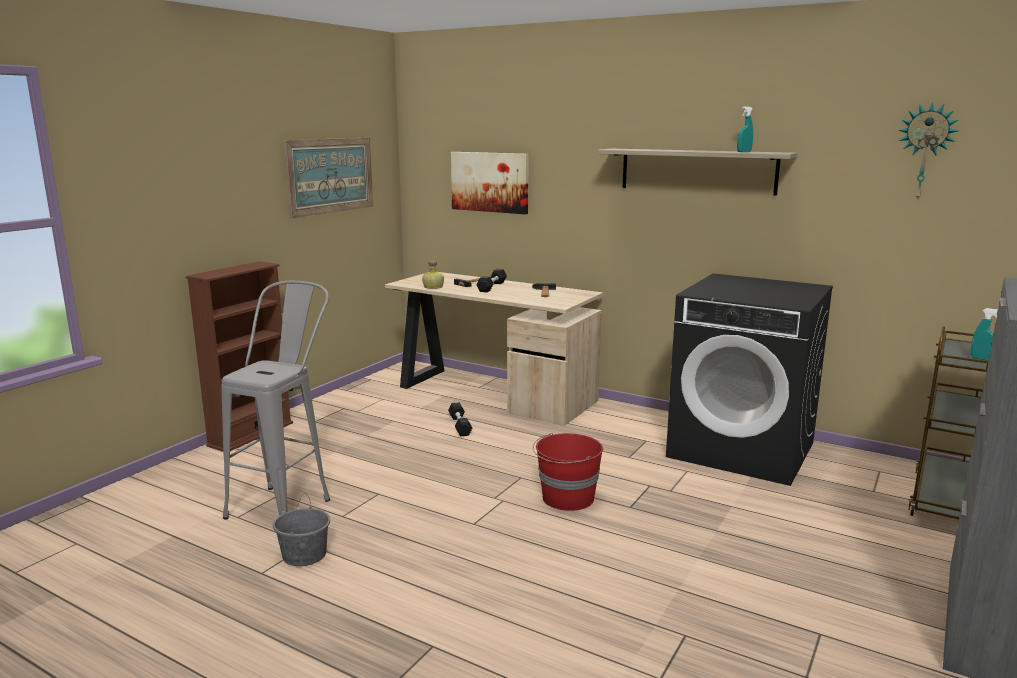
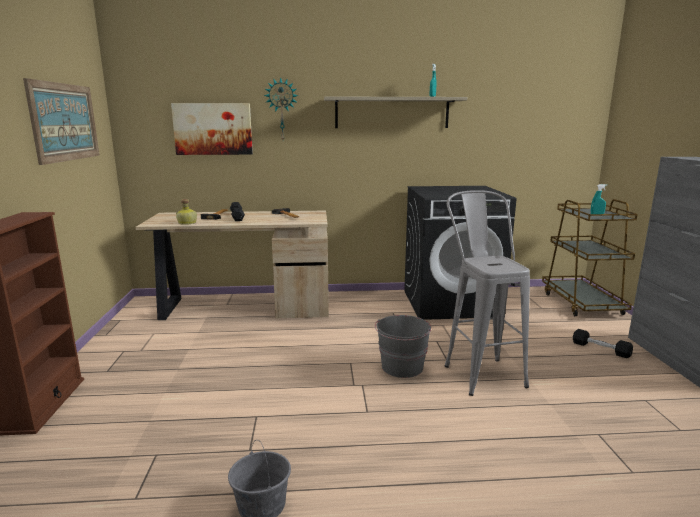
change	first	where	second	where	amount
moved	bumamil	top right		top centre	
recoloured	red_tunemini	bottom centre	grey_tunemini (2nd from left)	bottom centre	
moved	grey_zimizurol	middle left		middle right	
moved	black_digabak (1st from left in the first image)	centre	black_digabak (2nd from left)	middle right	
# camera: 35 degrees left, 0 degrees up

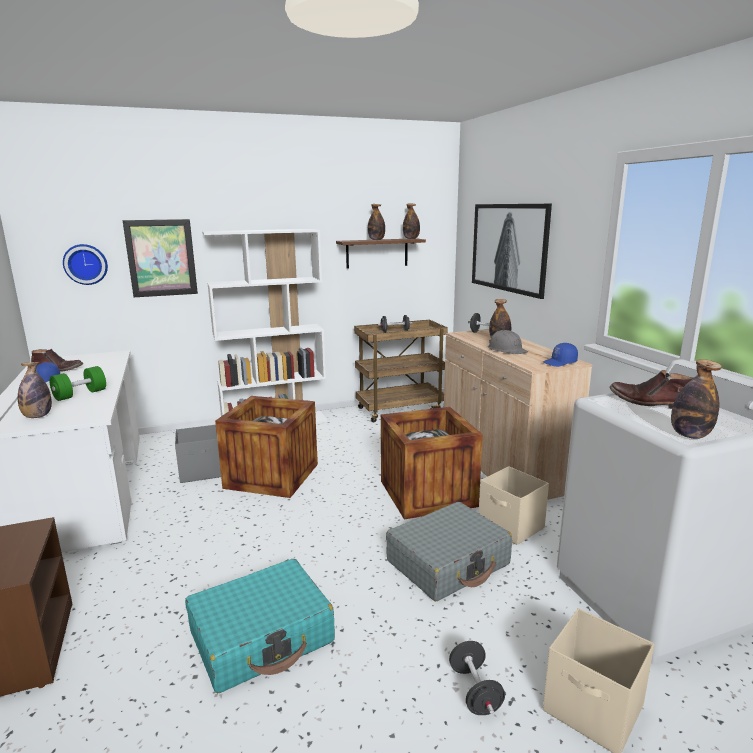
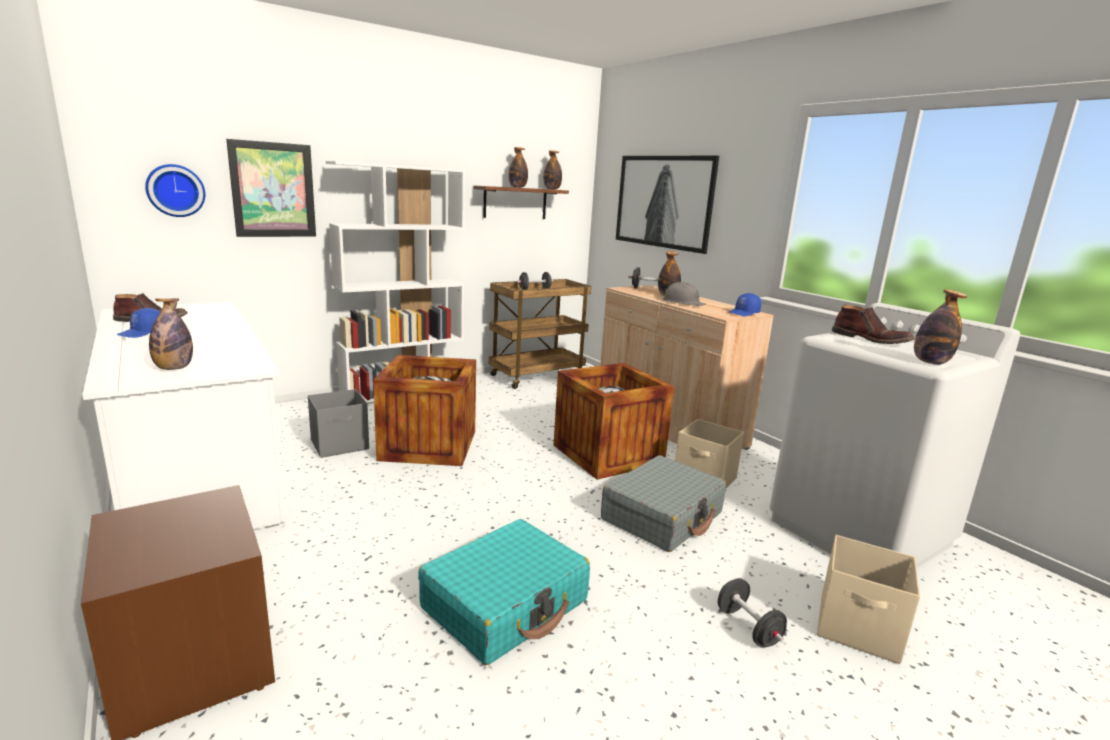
change	first	where	second	where	amount
turned	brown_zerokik (2nd from left)	middle right		middle right	150 degrees counterclockwise
removed	green_digabak	middle left			
# camera: 15 degrees left, 0 degrees up

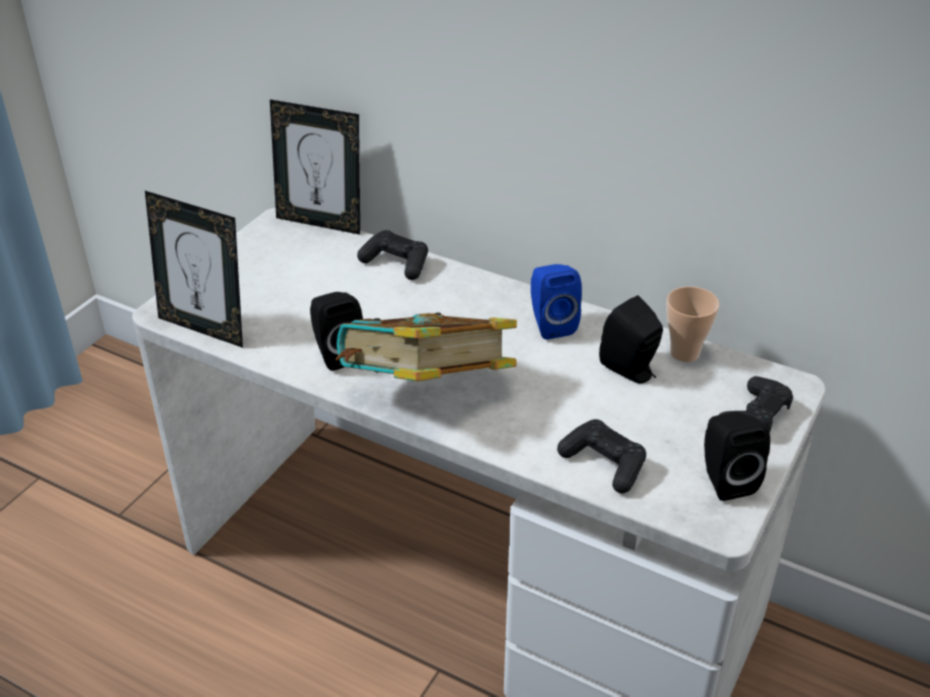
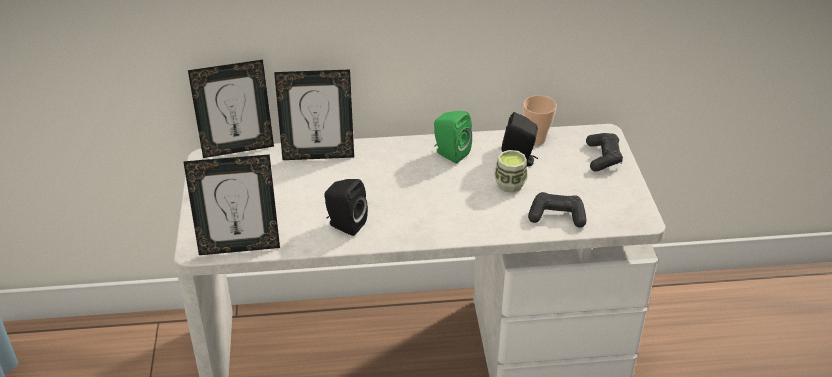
change	first	where	second	where	amount
replaced	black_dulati (1st from left)	centre	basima (3rd from left)	top centre	
recoloured	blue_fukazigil	centre	green_fukazigil	centre	
added			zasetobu (1st from left)	centre	
removed	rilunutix	centre			
removed	black_fukazigil (3rd from left)	middle right			
# camera: 35 degrees left, 0 degrees up

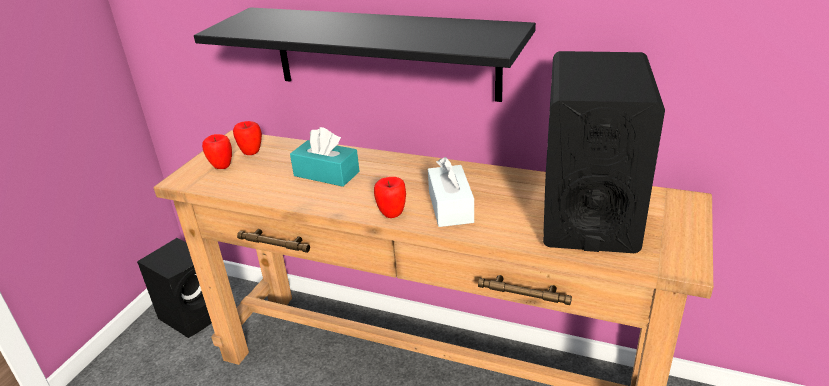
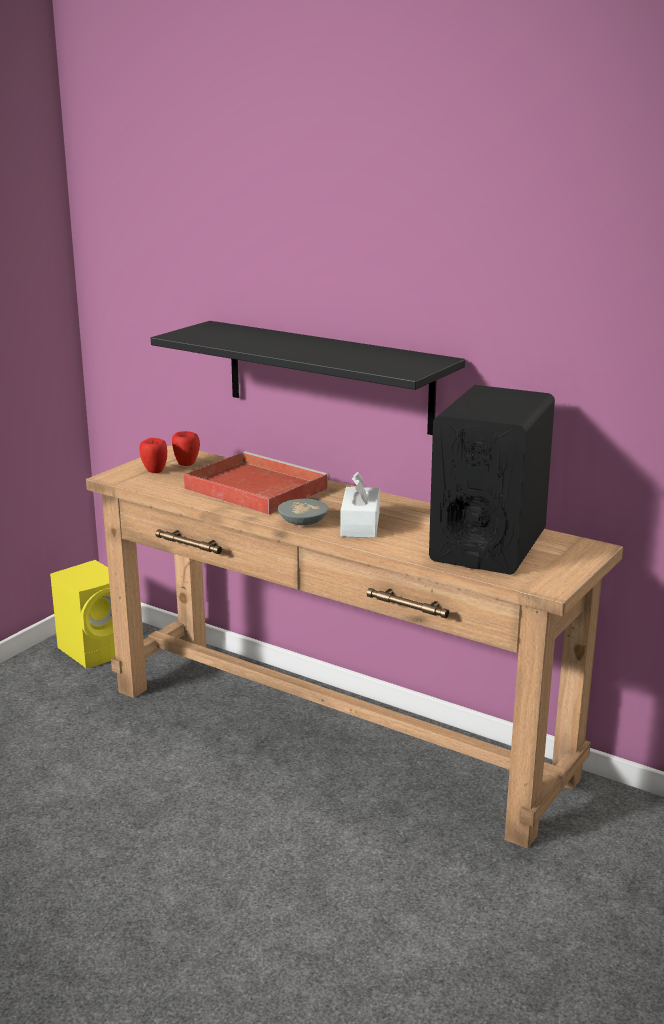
change	first	where	second	where	amount
recoloured	black_fukazigil (1st from left)	bottom left	yellow_fukazigil	middle left	
replaced	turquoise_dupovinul	centre	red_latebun	centre	
replaced	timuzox (3rd from left)	centre	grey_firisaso	centre	
# camera: 10 degrees right, 10 degrees down

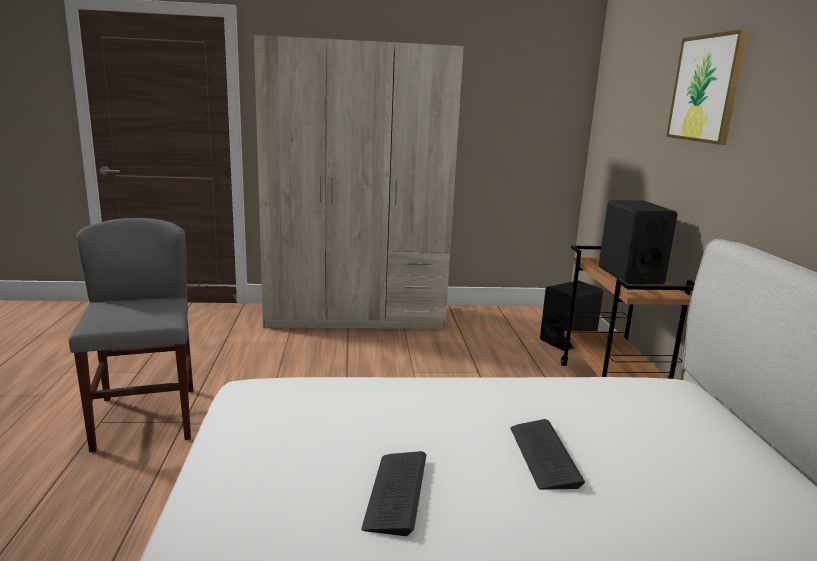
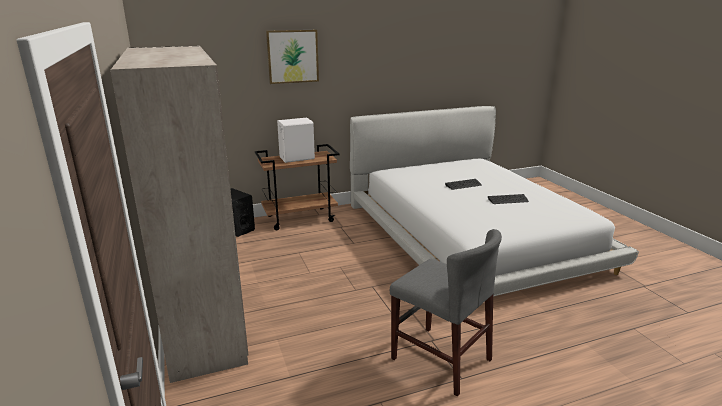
change	first	where	second	where	amount
recoloured	black_fukazigil (2nd from left)	middle right	white_fukazigil	centre	
turned	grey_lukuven	middle left		bottom centre	105 degrees counterclockwise
# camera: 105 degrees left, 5 degrees up

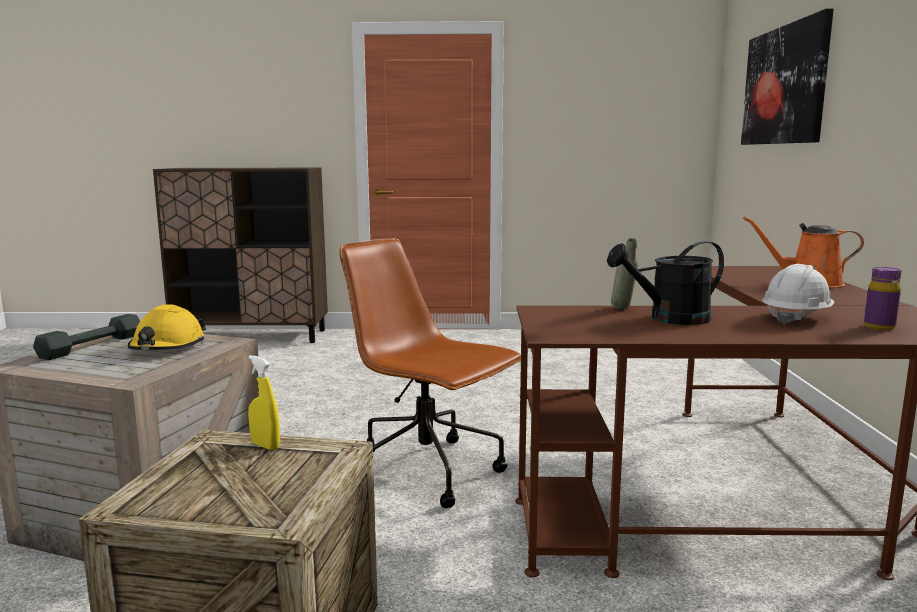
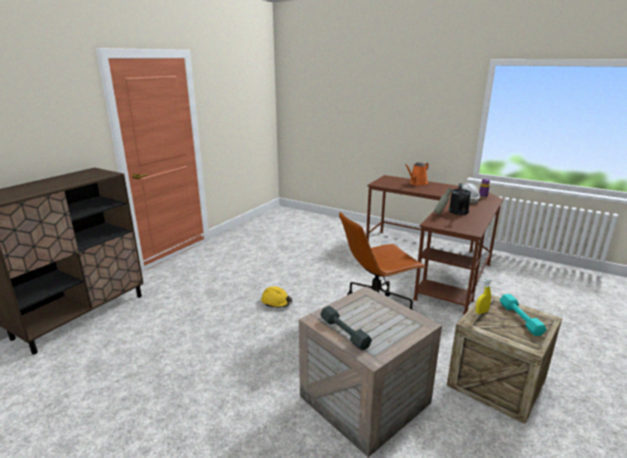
change	first	where	second	where	amount
moved	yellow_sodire	middle left		centre	
added			turquoise_digabak	bottom right	
removed	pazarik	top right			
# camera: 60 degrees left, 10 degrees up

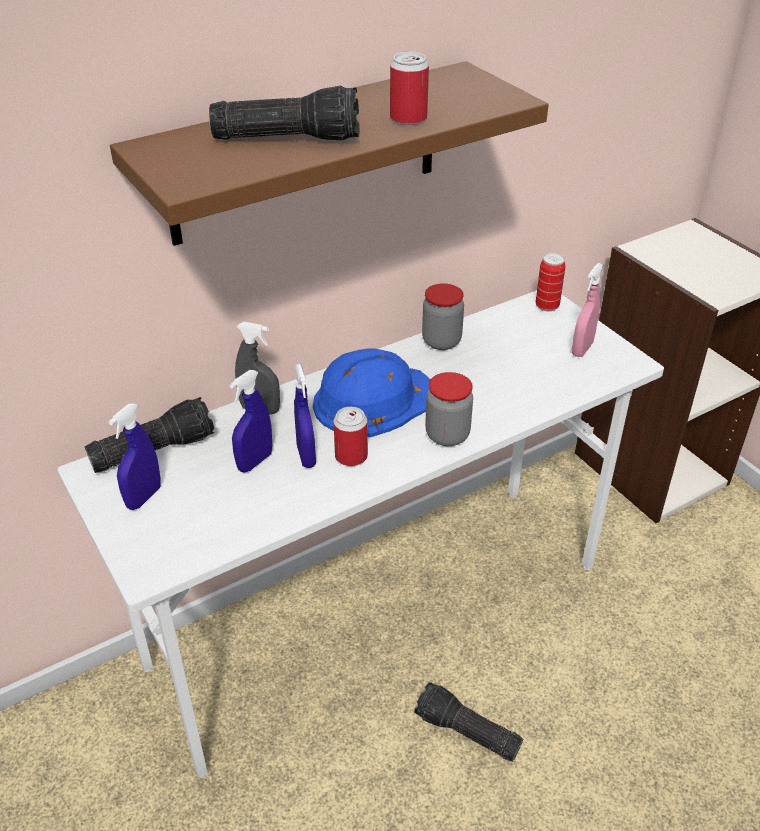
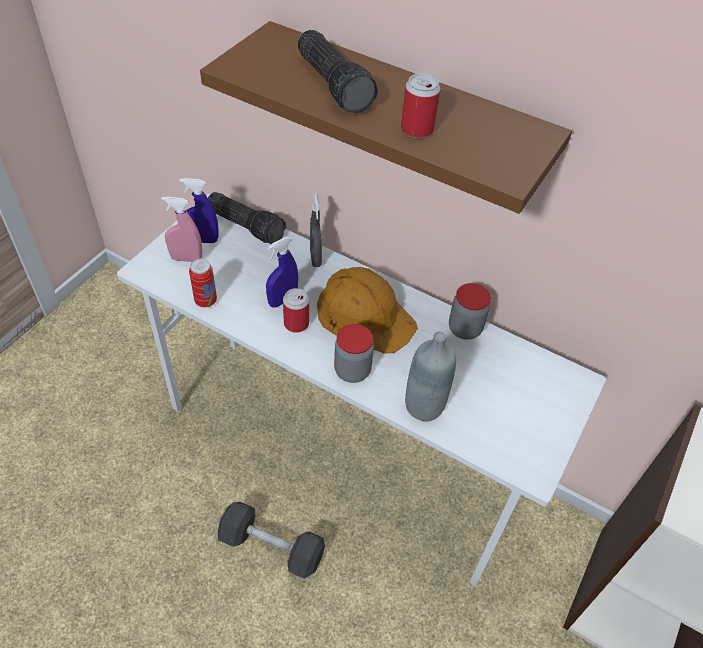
change	first	where	second	where	amount
moved	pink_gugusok	middle right		middle left	
moved	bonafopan (3rd from left in the first image)	middle right	bonafopan (1st from left)	middle left	
replaced	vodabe (3rd from left)	bottom centre	grey_digabak	bottom centre	
recoloured	blue_sodire	centre	orange_sodire	centre	
added			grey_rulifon	centre	
removed	blue_gugusok (2nd from left)	middle left			
# camera: 60 degrees right, 10 degrees up

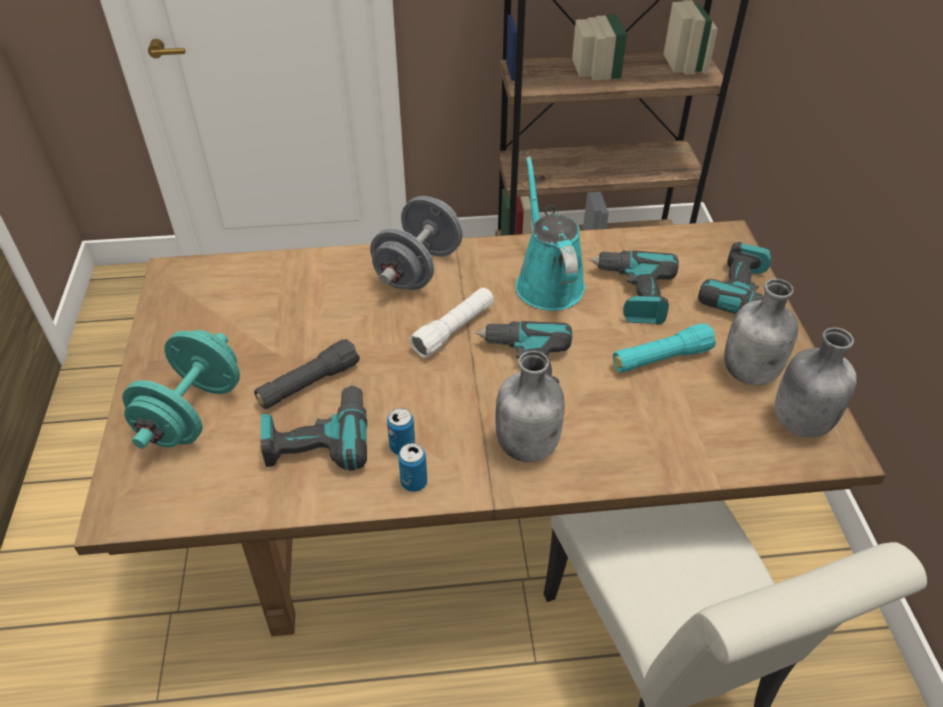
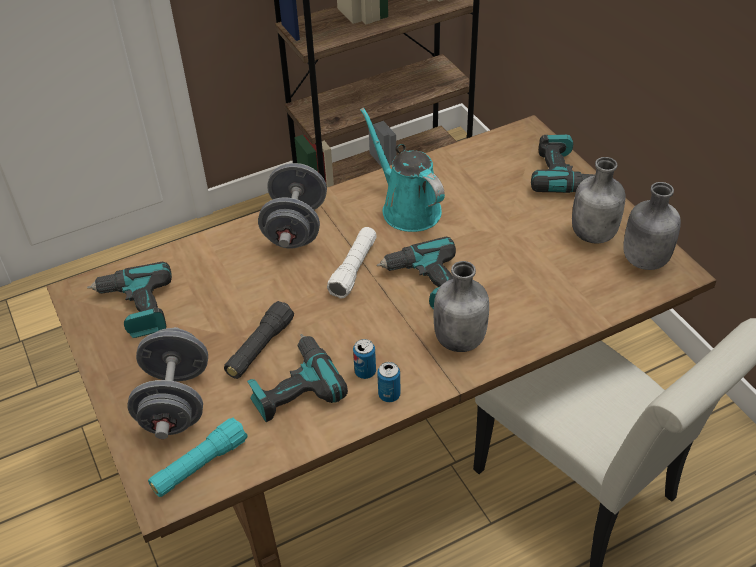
change	first	where	second	where	amount
moved	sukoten (3rd from left in the first image)	middle right	sukoten (1st from left)	middle left	
recoloured	turquoise_digabak	middle left	grey_digabak (1st from left)	bottom left	
moved	turquoise_vodabe	middle right		bottom left	
# camera: 20 degrees left, 0 degrees up

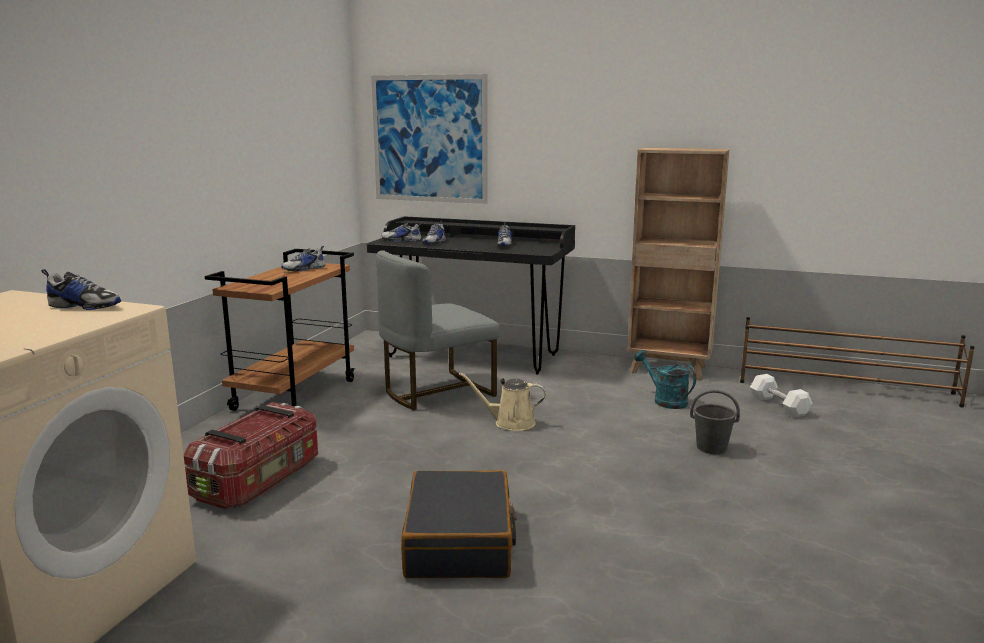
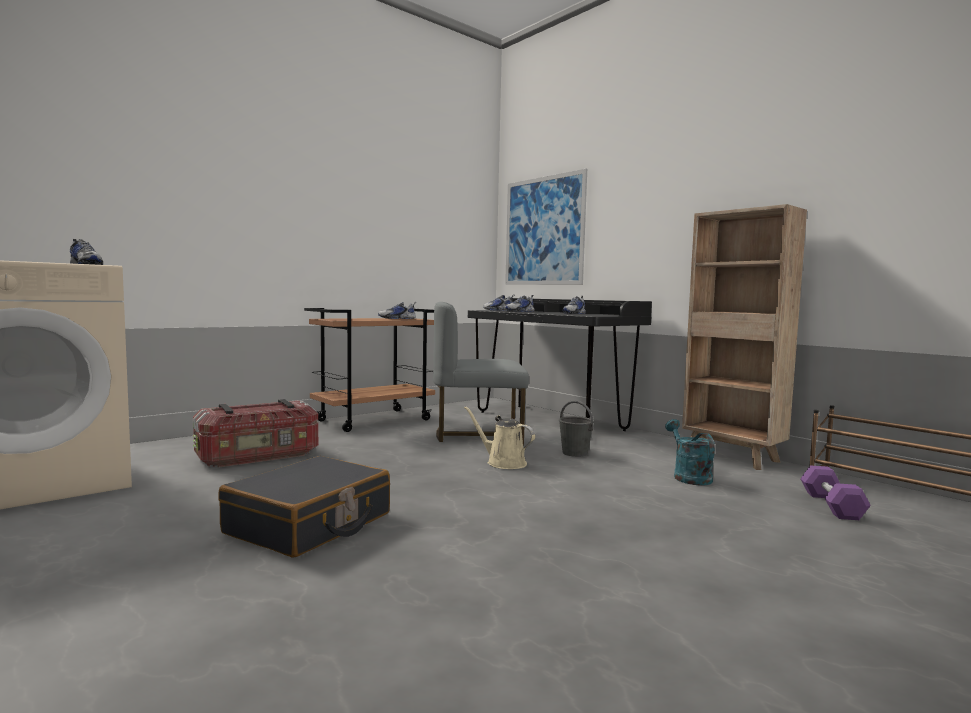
change	first	where	second	where	amount
moved	grey_tunemini	middle right		centre	
recoloured	white_digabak	middle right	purple_digabak	bottom right	
# camera: 30 degrees right, 10 degrees down

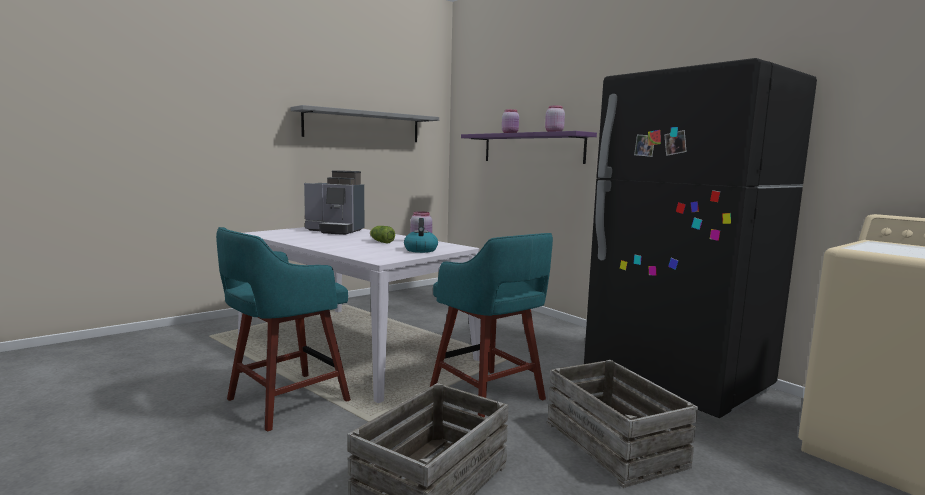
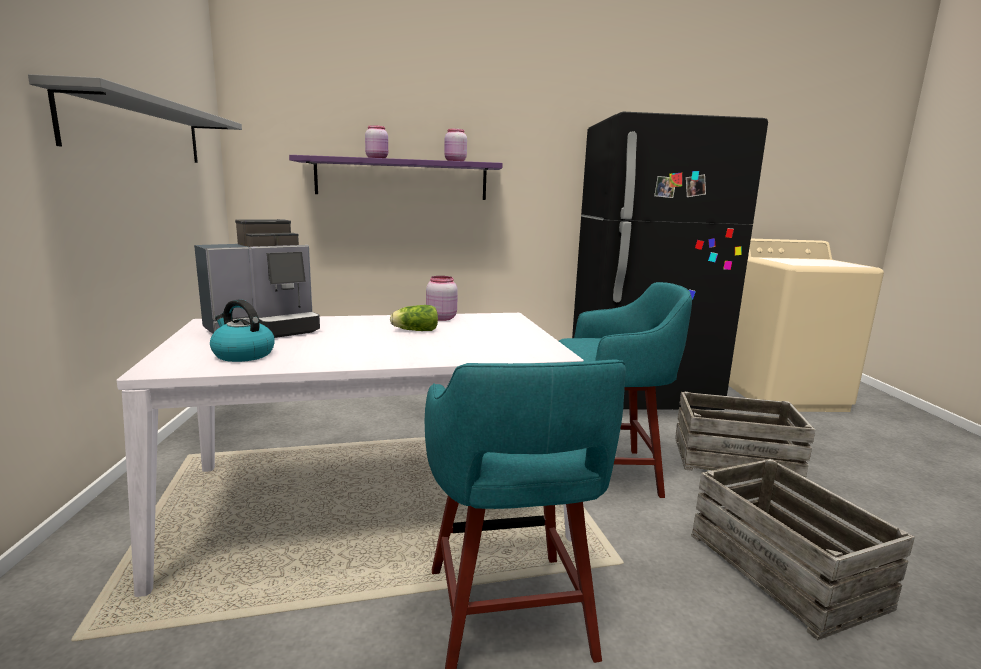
change	first	where	second	where	amount
moved	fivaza	centre		middle left	
# camera: 55 degrees left, 5 degrees up

